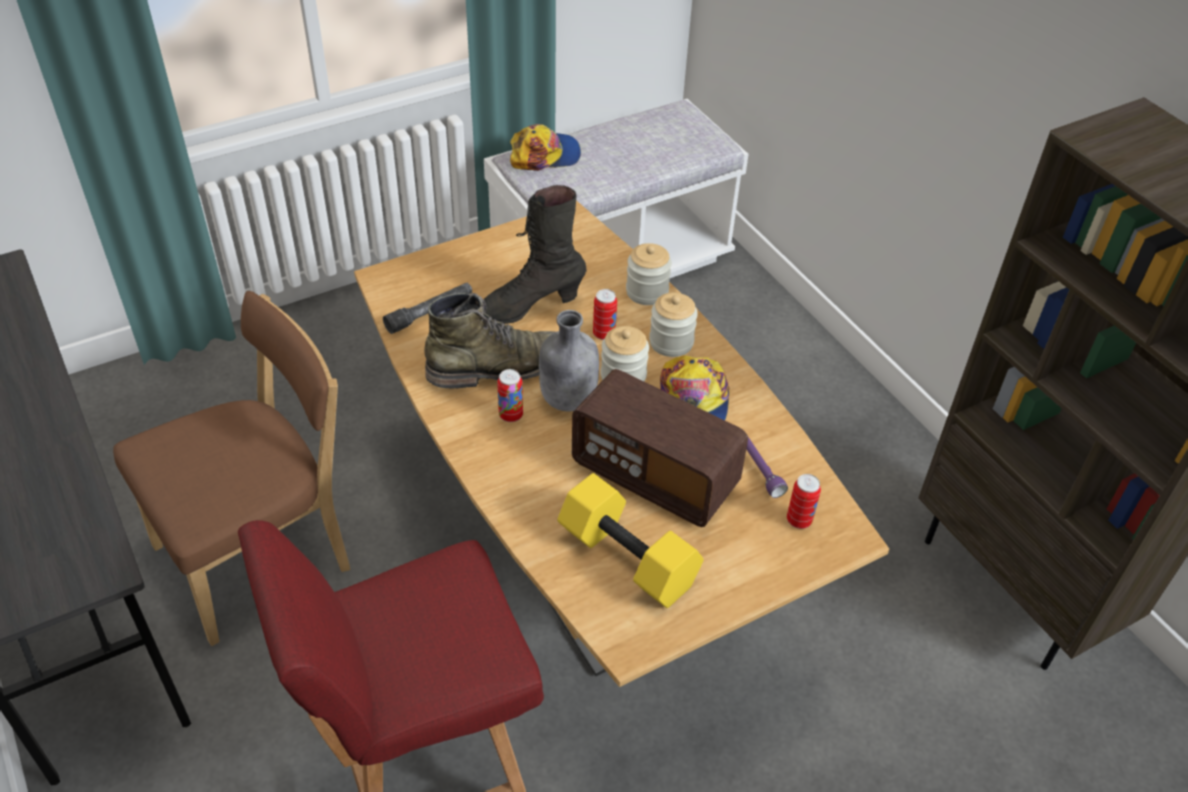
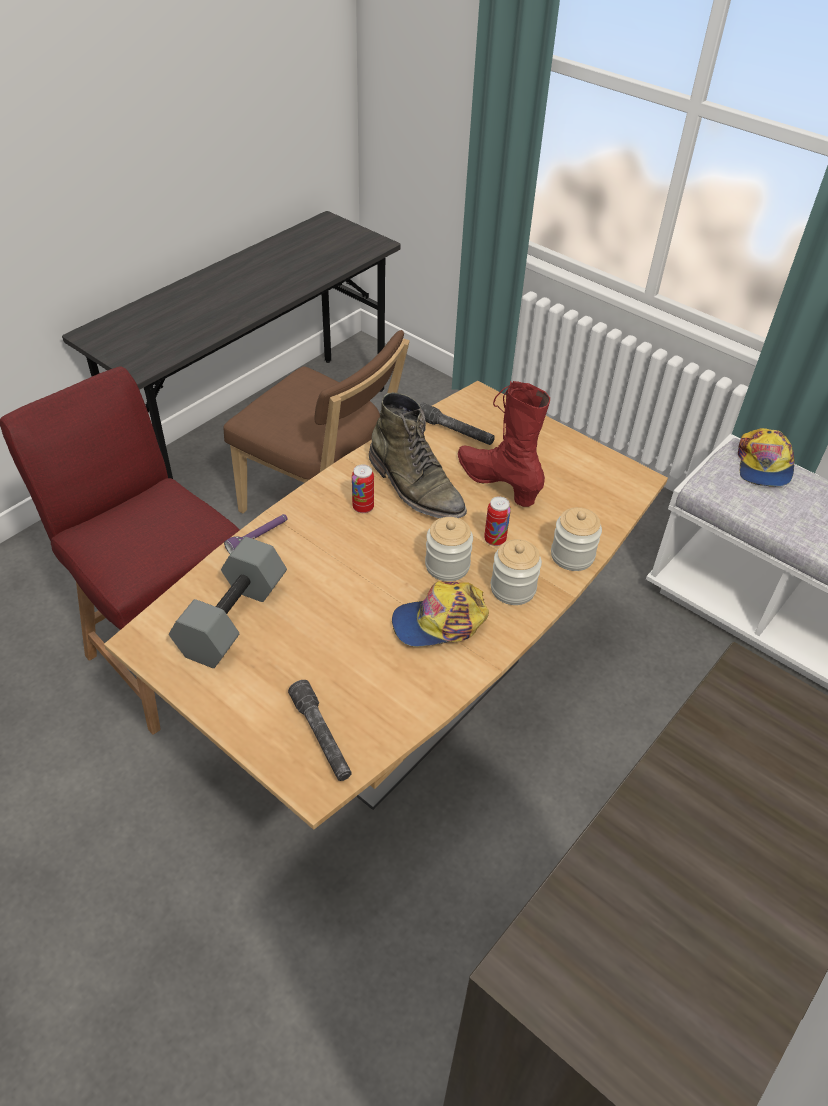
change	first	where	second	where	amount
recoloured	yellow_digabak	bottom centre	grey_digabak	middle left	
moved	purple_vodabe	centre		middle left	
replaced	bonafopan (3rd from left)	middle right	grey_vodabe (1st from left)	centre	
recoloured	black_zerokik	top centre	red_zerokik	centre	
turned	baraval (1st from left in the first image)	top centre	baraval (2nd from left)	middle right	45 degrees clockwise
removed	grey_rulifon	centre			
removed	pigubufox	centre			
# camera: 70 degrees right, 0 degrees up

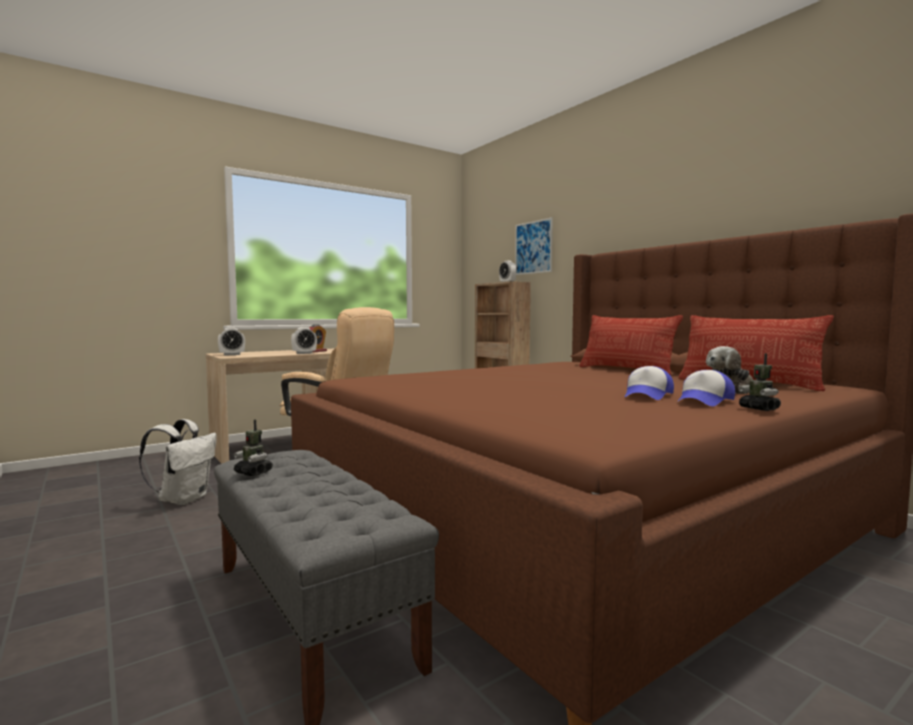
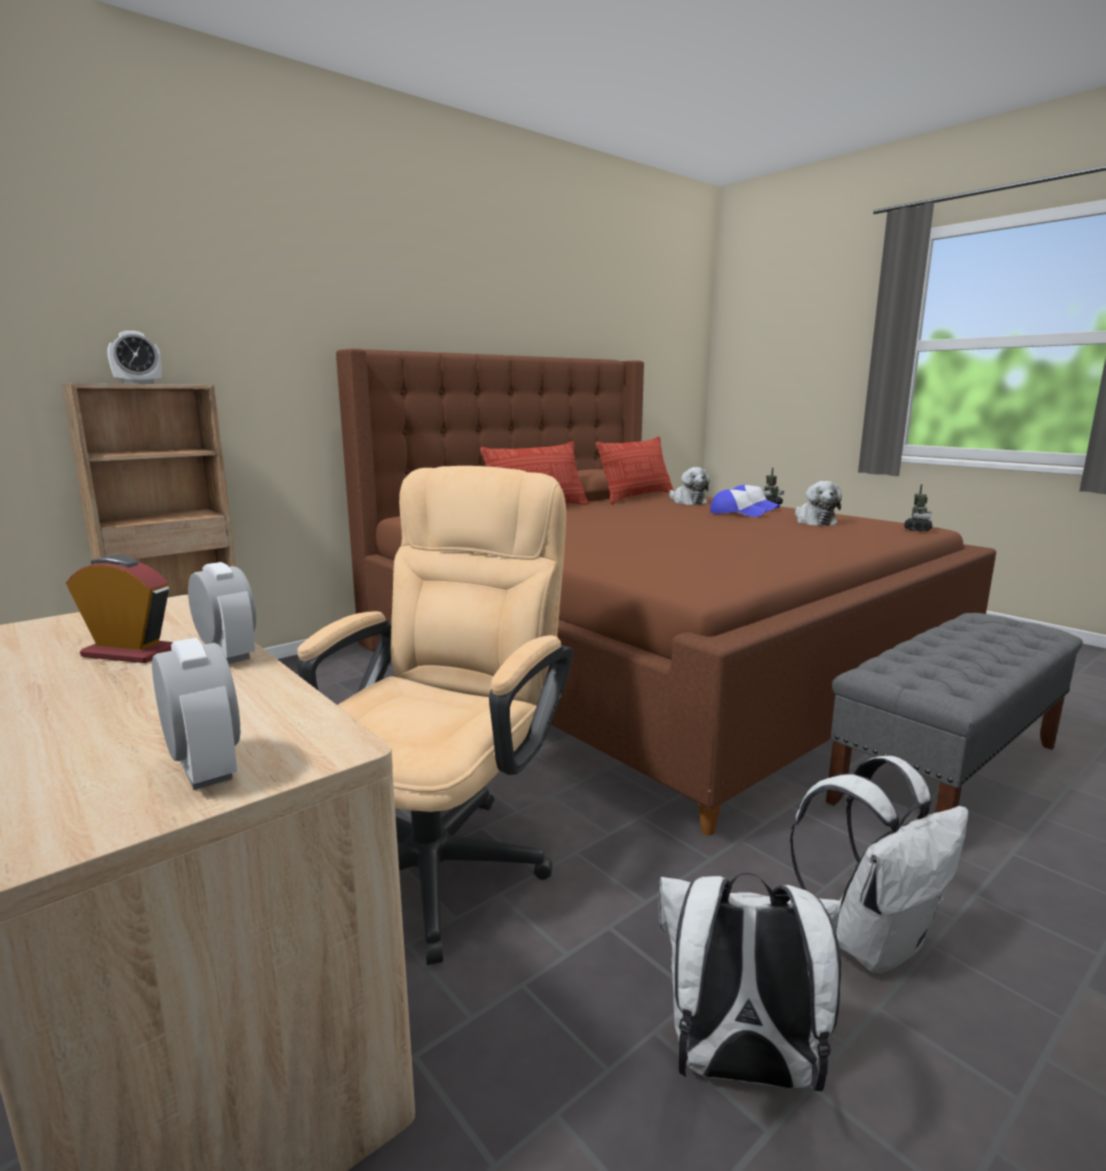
change	first	where	second	where	amount
added			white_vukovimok (2nd from left)	bottom right	
added			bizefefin (2nd from left)	middle right	
moved	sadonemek (1st from left in the first image)	middle left	sadonemek (2nd from left)	middle right	
removed	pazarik	centre			
# camera: 95 degrees left, 10 degrees up

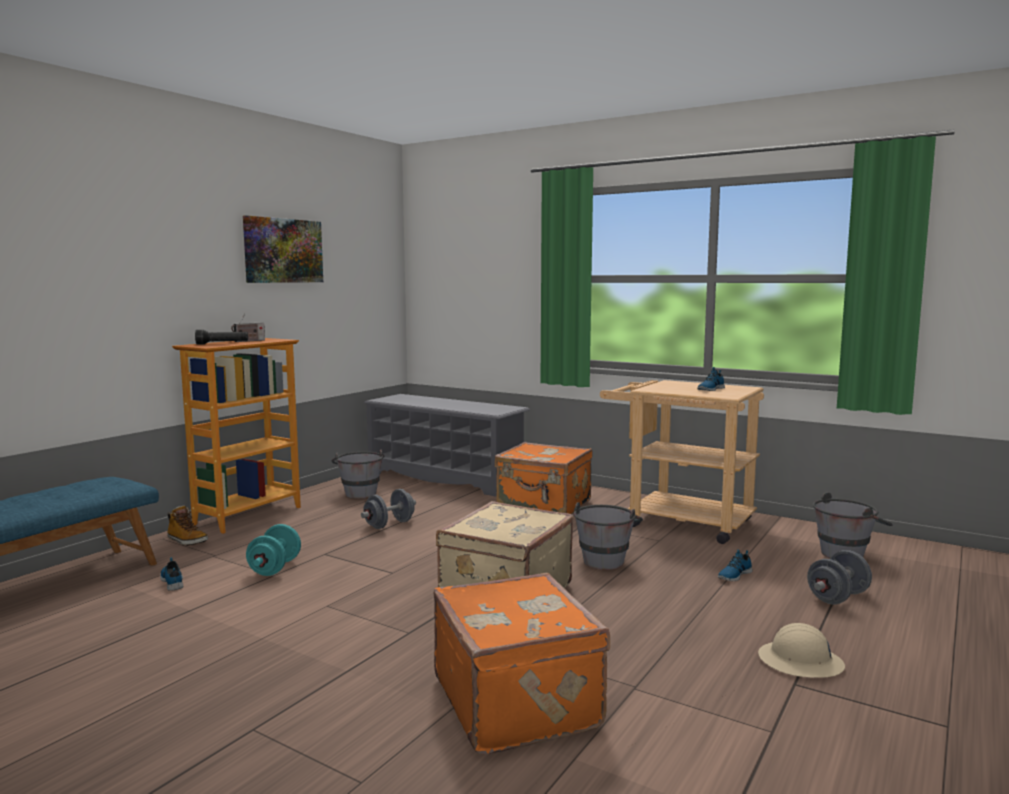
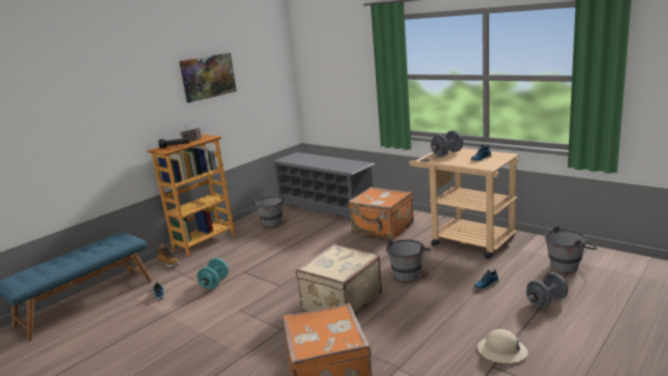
change	first	where	second	where	amount
moved	grey_digabak (1st from left)	centre		middle right	
# camera: 10 degrees right, 10 degrees up

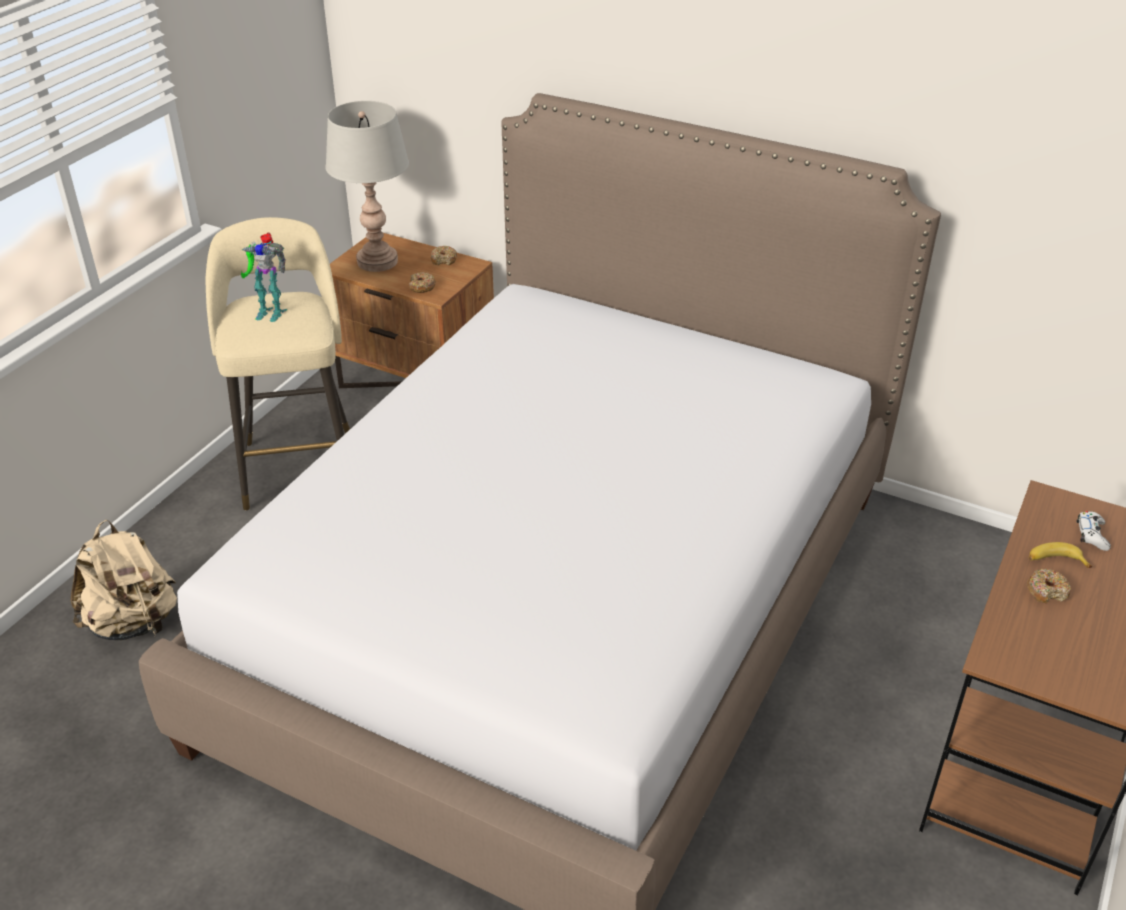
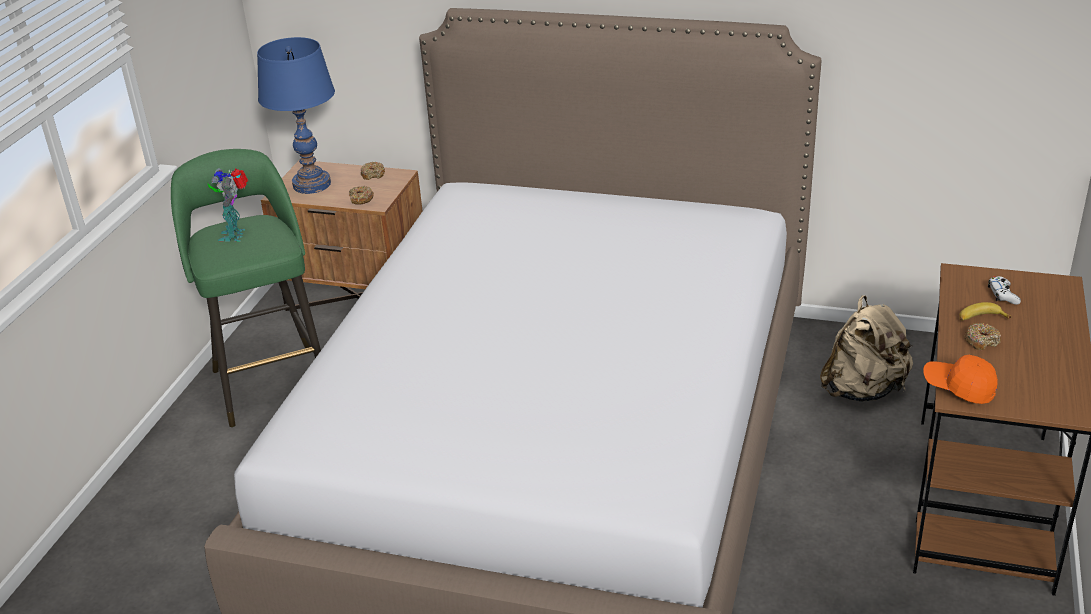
change	first	where	second	where	amount
recoloured	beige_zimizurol	middle left	green_zimizurol	middle left	
turned	sadonemek	top left		middle left	90 degrees clockwise
recoloured	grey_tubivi	top left	blue_tubivi	top left	
moved	beige_vukovimok	middle left		middle right	
added			orange_baraval	middle right	
# camera: 10 degrees left, 5 degrees down

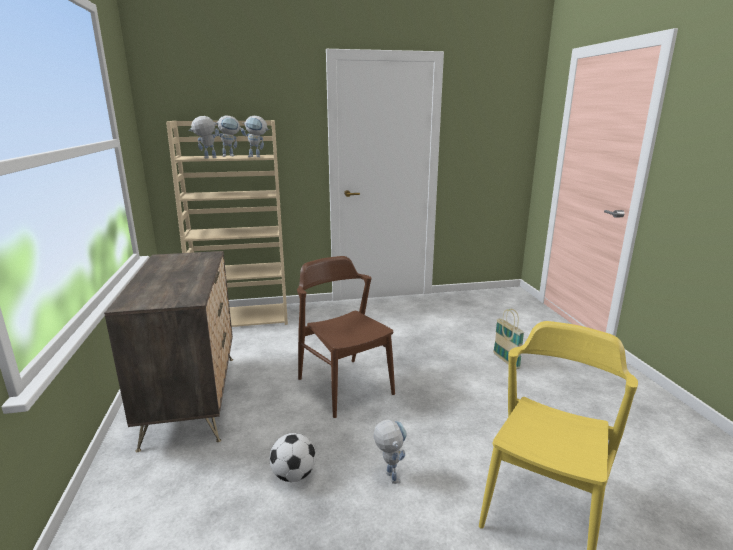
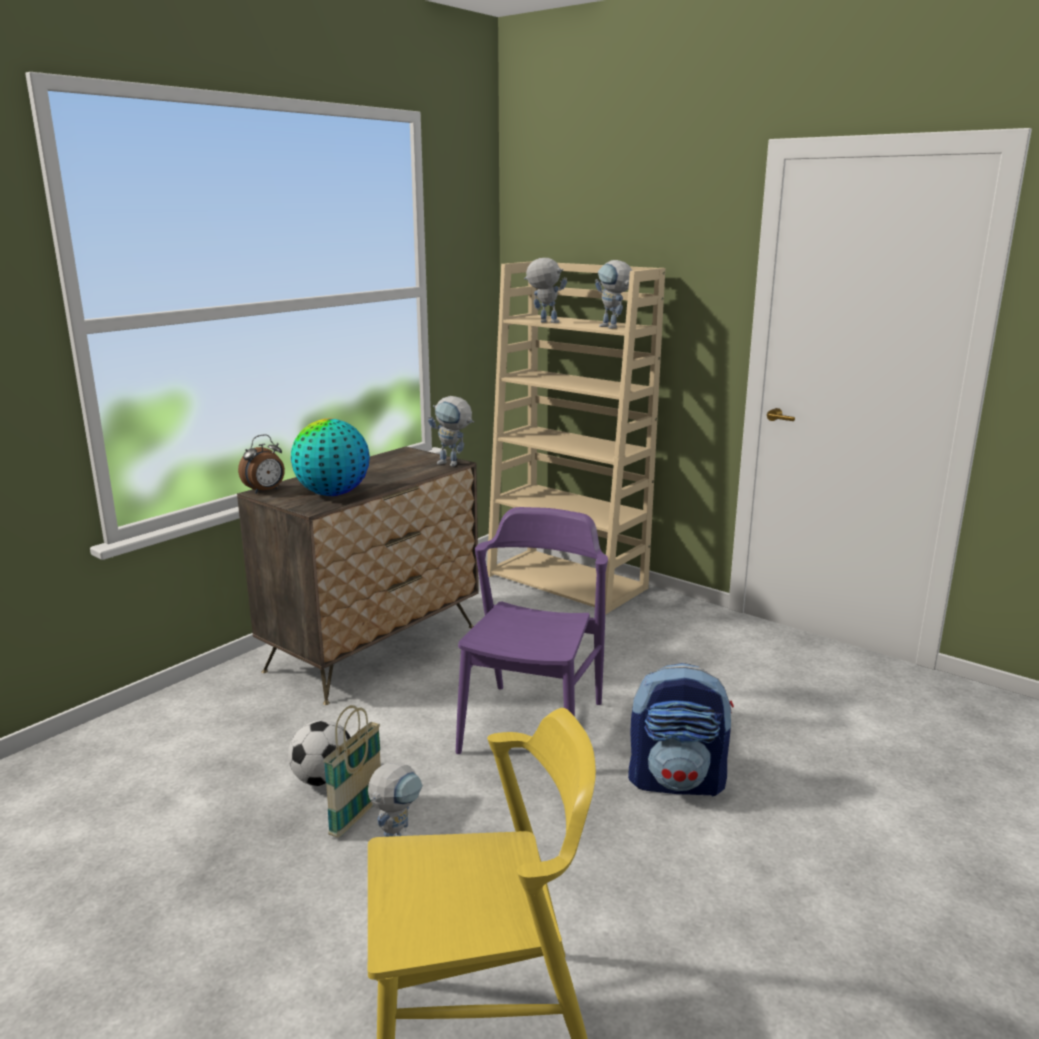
change	first	where	second	where	amount
added			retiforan	middle left	
added			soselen	middle left	
moved	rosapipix	middle right		bottom centre	
moved	sadonemek (2nd from left)	top left		centre	
recoloured	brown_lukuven	centre	purple_lukuven	centre	
added			vukovimok	bottom centre	
# camera: 50 degrees right, 0 degrees up

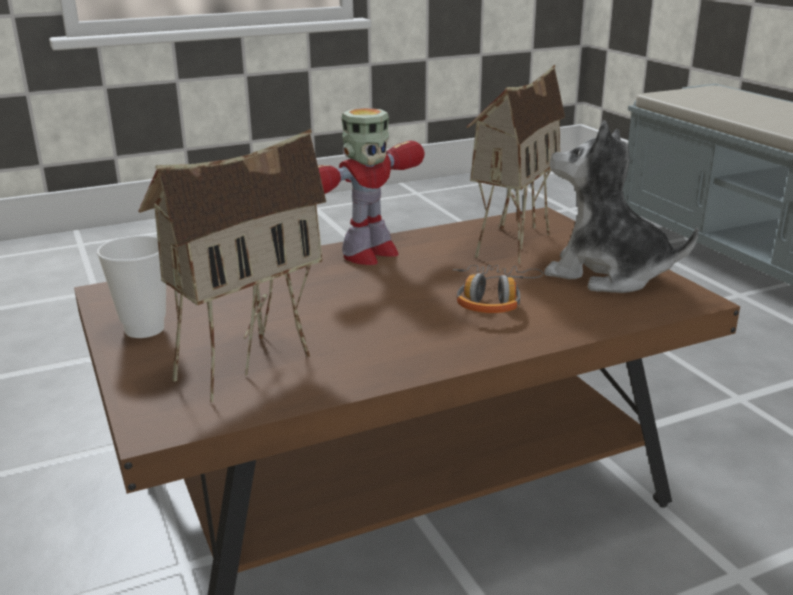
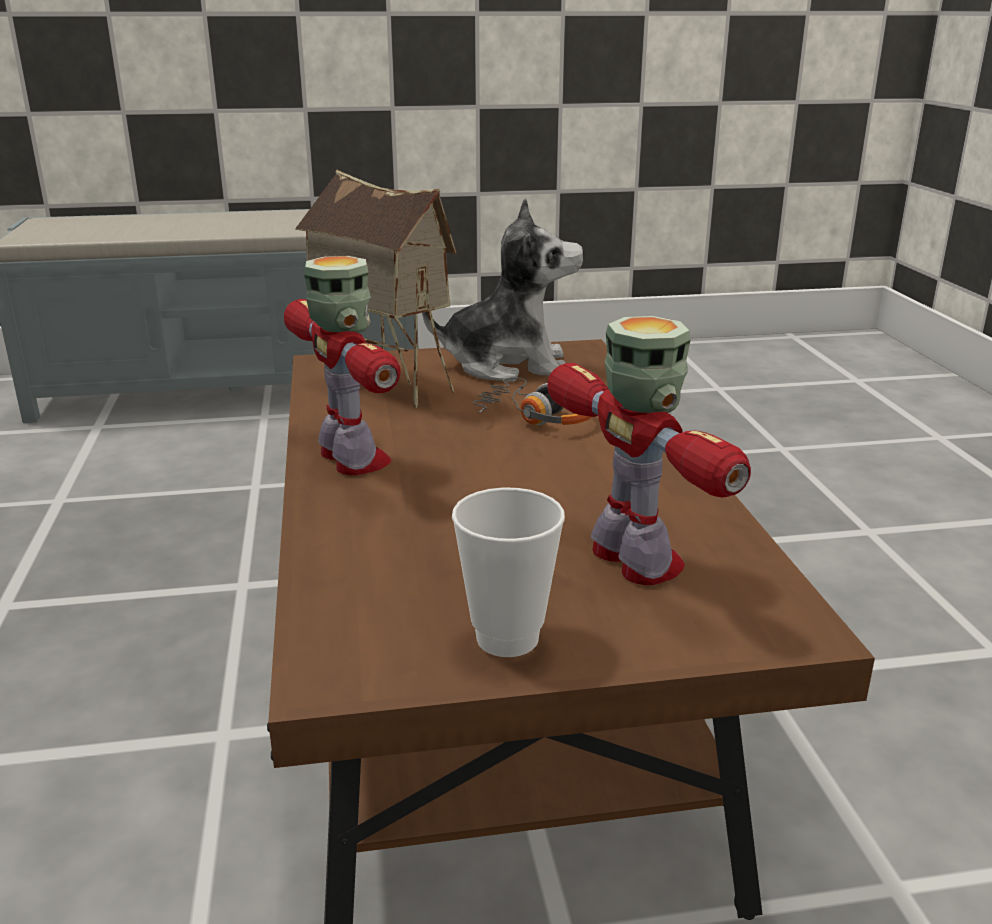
change	first	where	second	where	amount
turned	bizefefin	middle right		top centre	135 degrees counterclockwise
replaced	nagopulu (1st from left)	middle left	sadonemek (2nd from left)	centre	
# camera: 75 degrees left, 0 degrees up

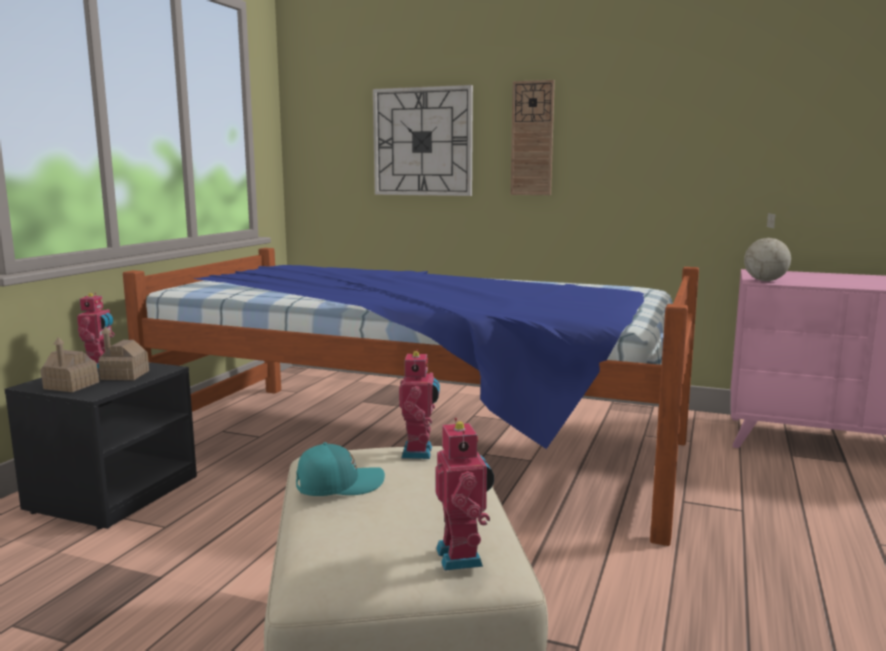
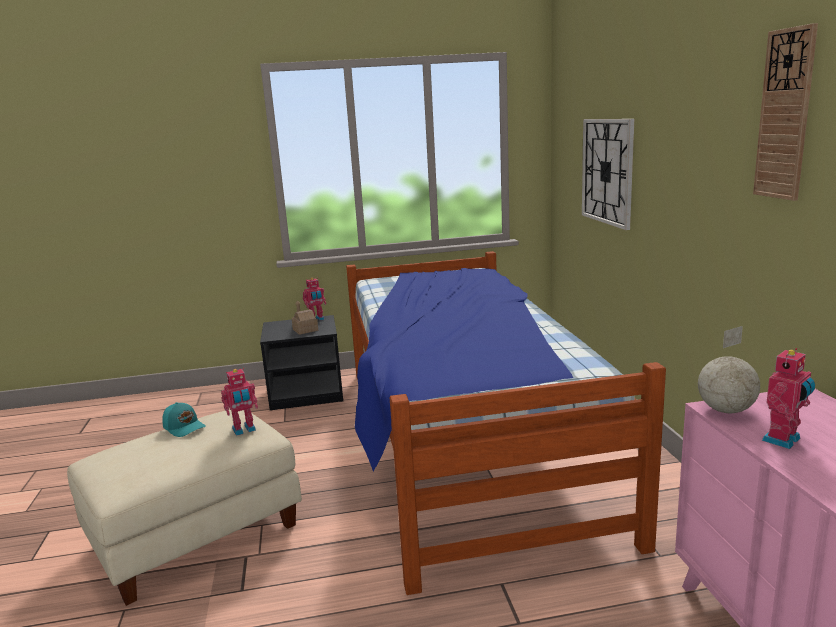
change	first	where	second	where	amount
moved	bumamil (2nd from left)	top centre		top right	
moved	sadonemek (3rd from left)	bottom centre		middle right	
removed	nagopulu (1st from left)	middle left			
# camera: 60 degrees right, 5 degrees up

